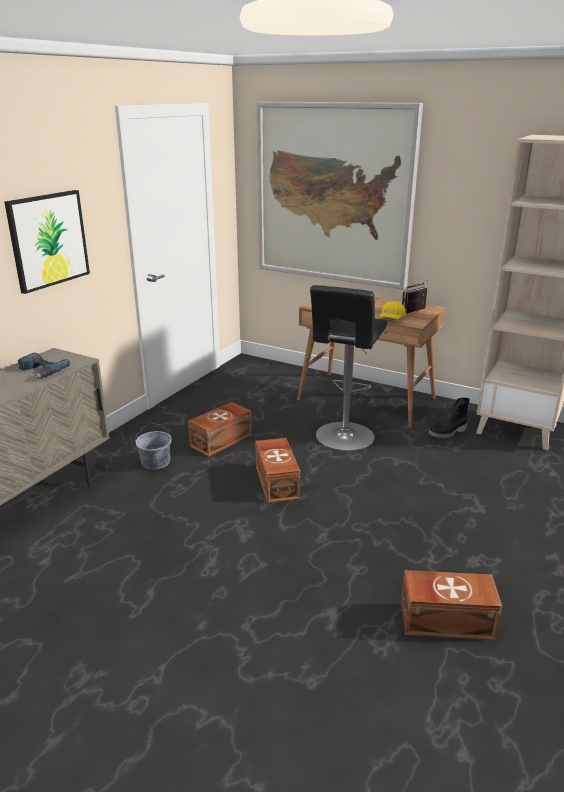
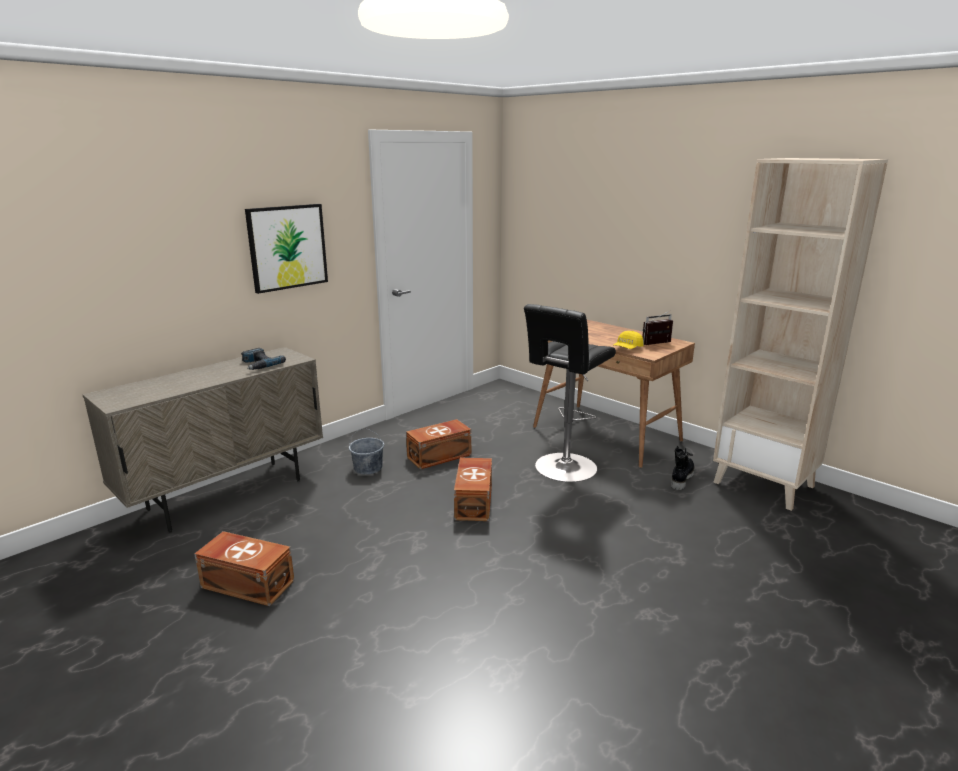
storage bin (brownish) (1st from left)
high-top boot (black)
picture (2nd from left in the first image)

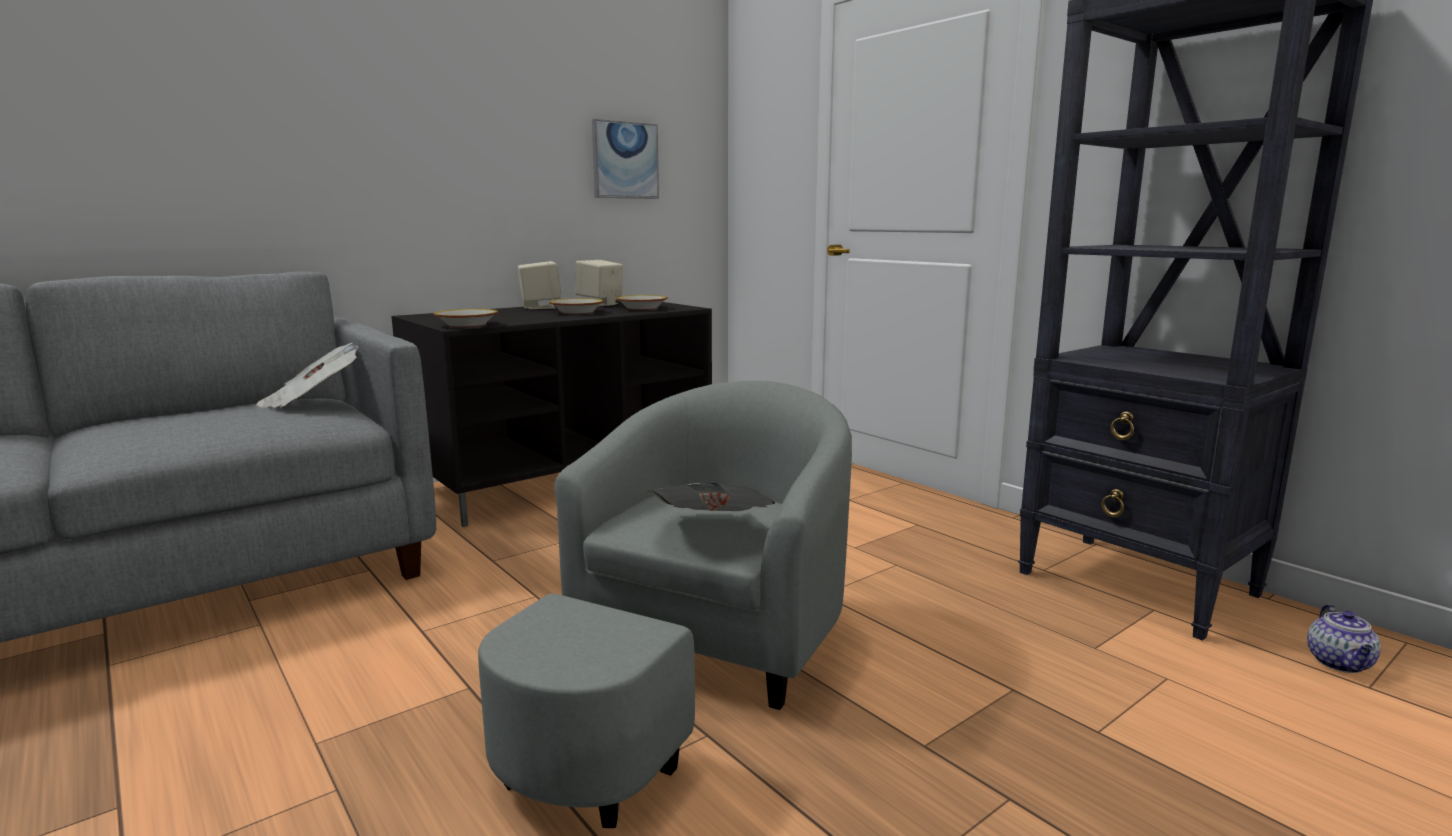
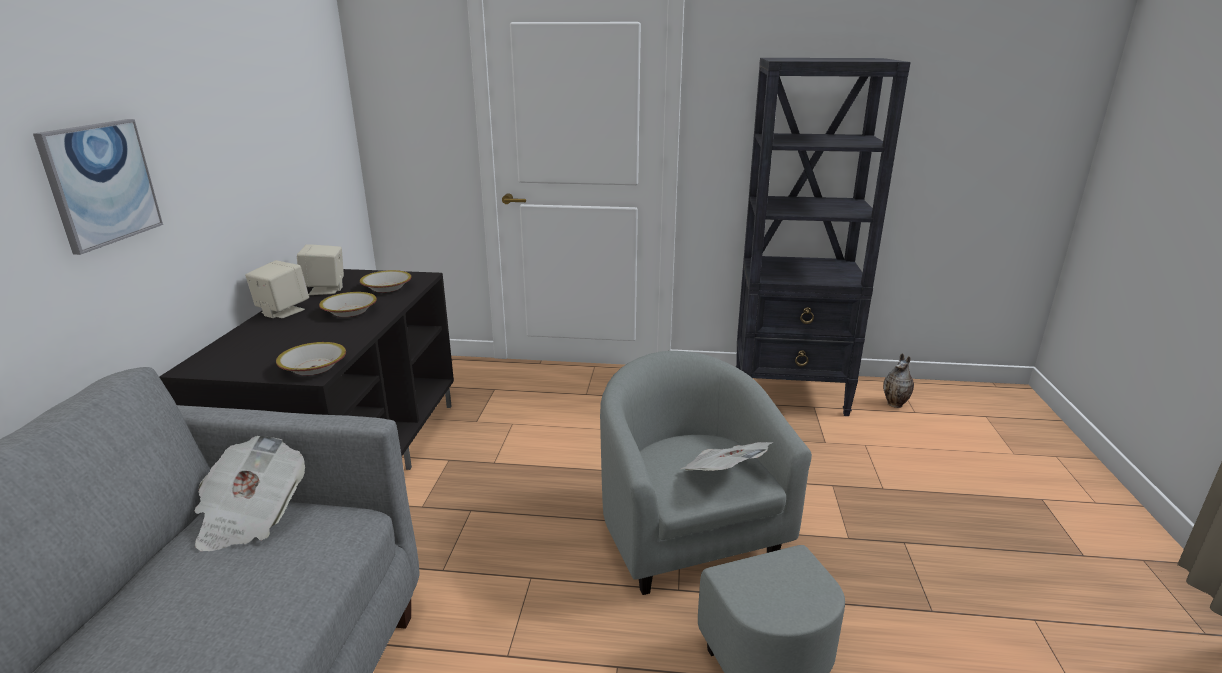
picture
flower vase

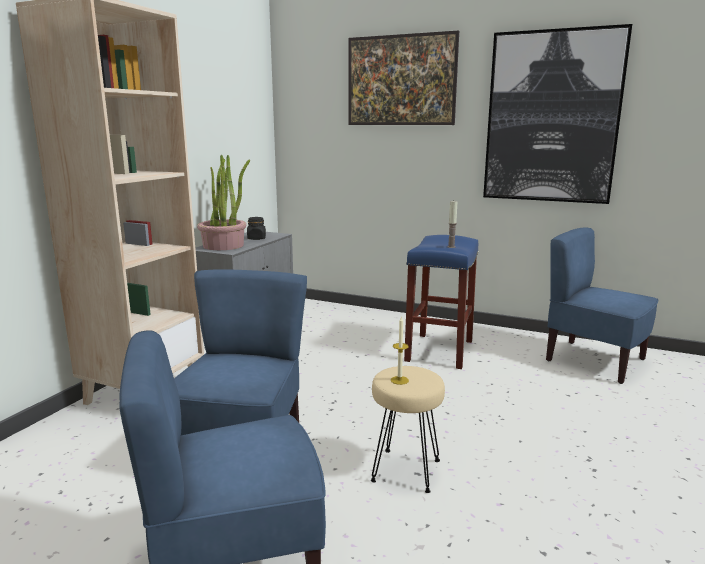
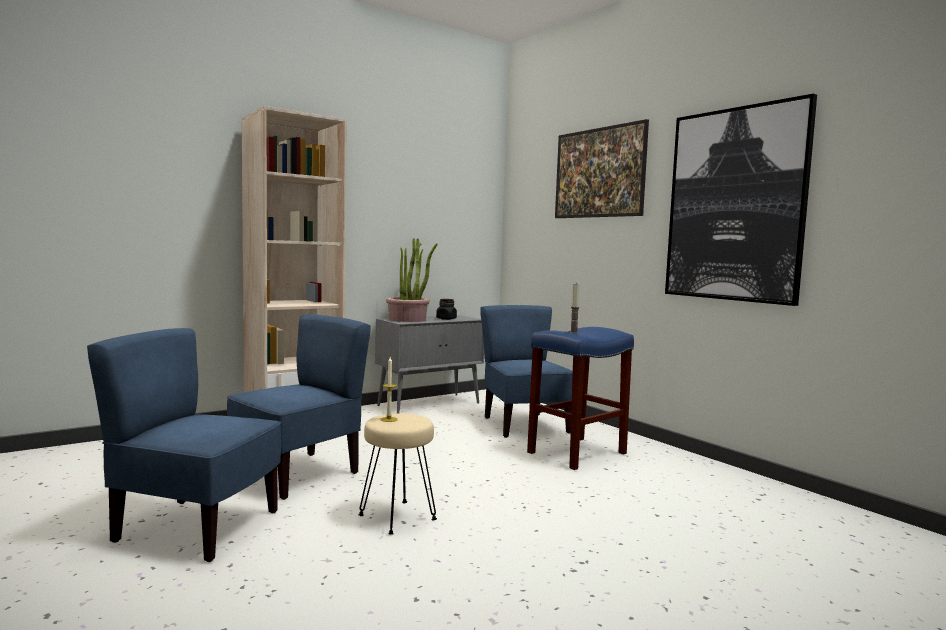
chair (blue) (3rd from left)

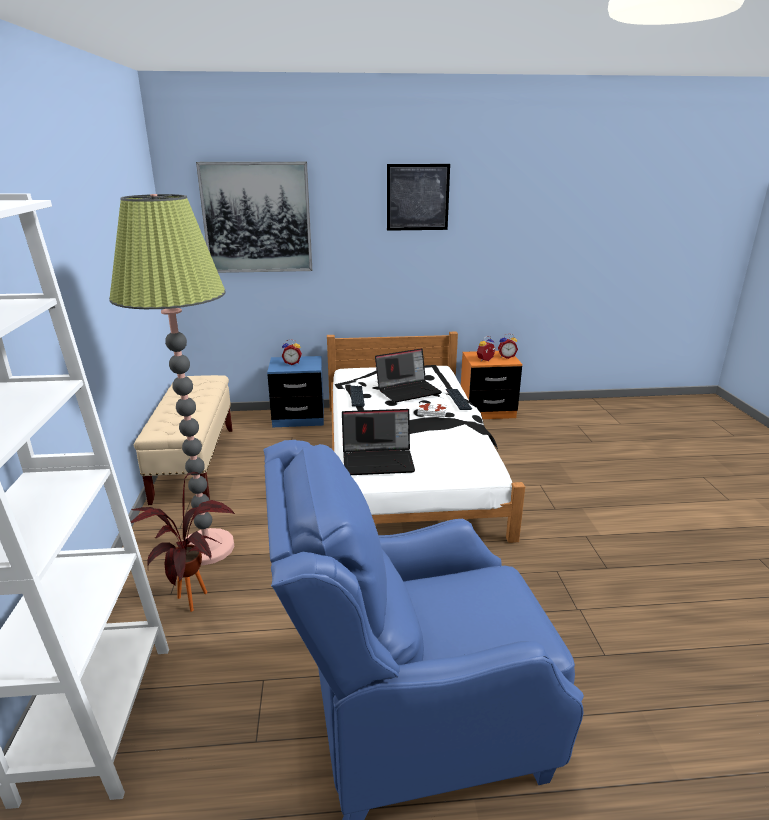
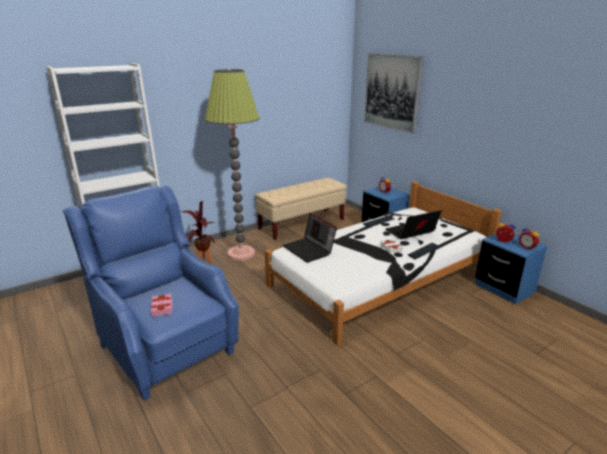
book (pink)
portable computer (2nd from left)
nightstand (blue) (2nd from left)
picture (2nd from left in the first image)

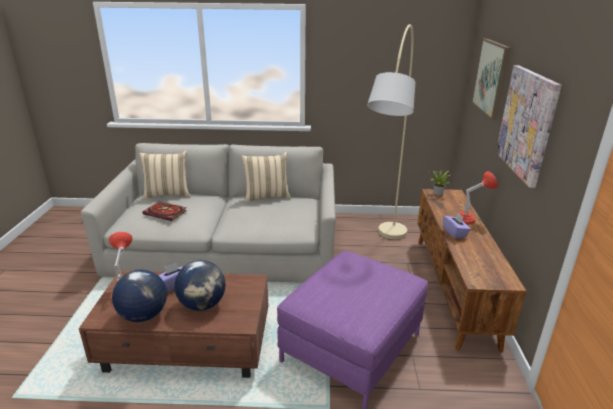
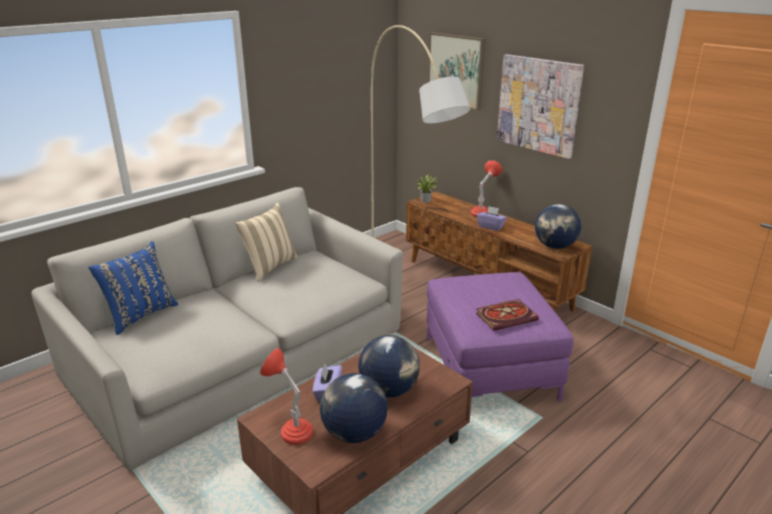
cushion (blue)
book
desk globe (3rd from left)

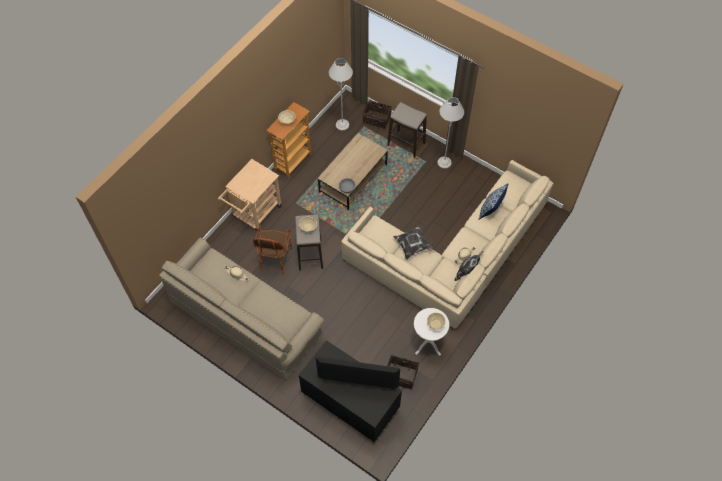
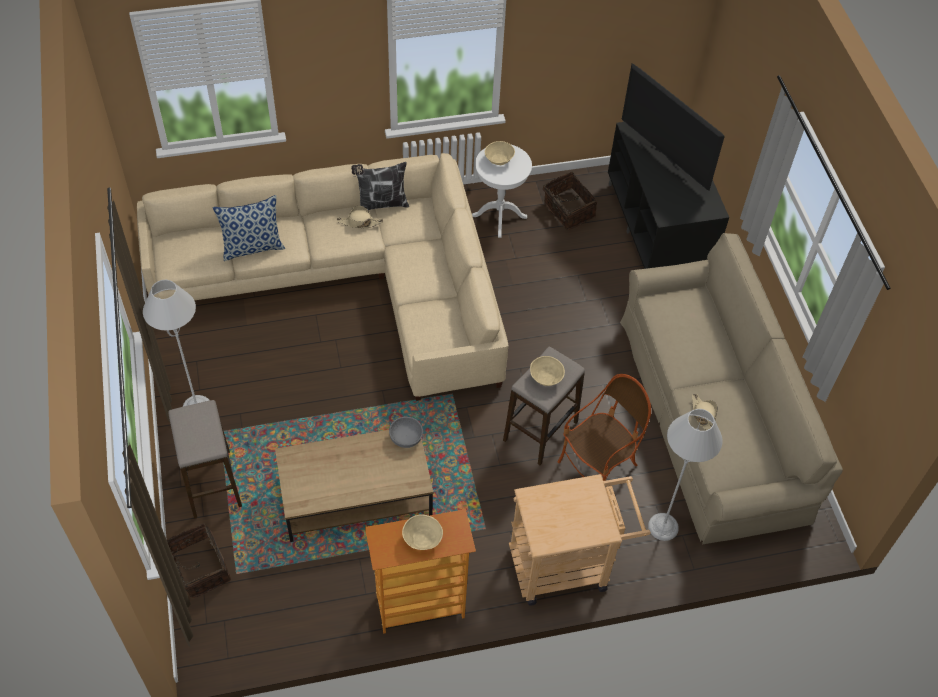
standard lamp (gray) (2nd from left)
cushion (1st from left in the first image)

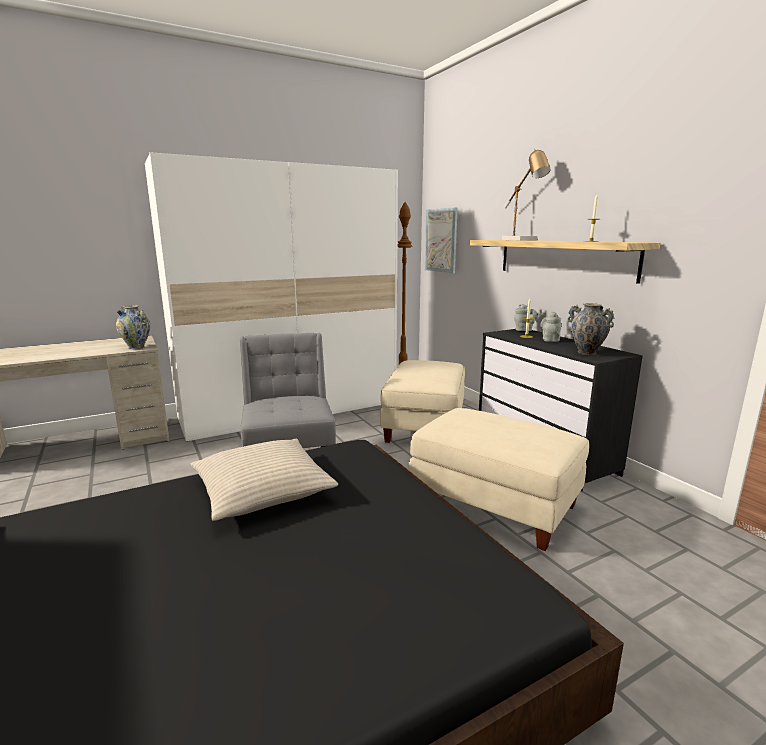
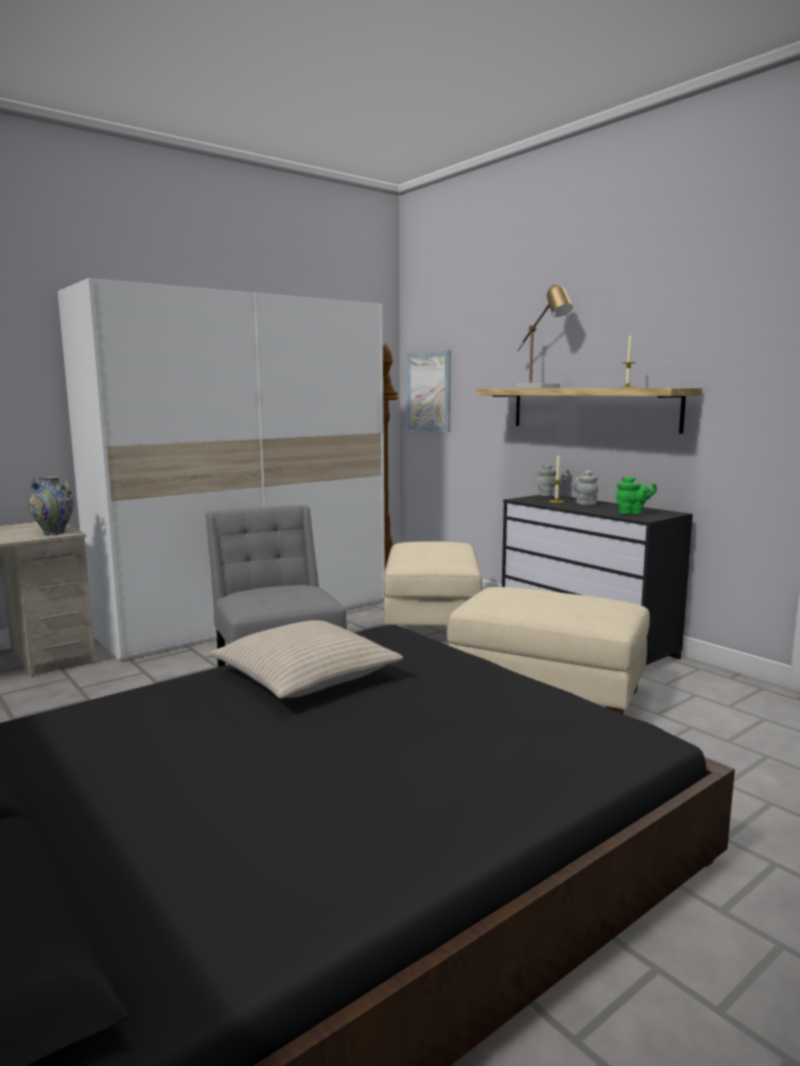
pot for tea (greenish)

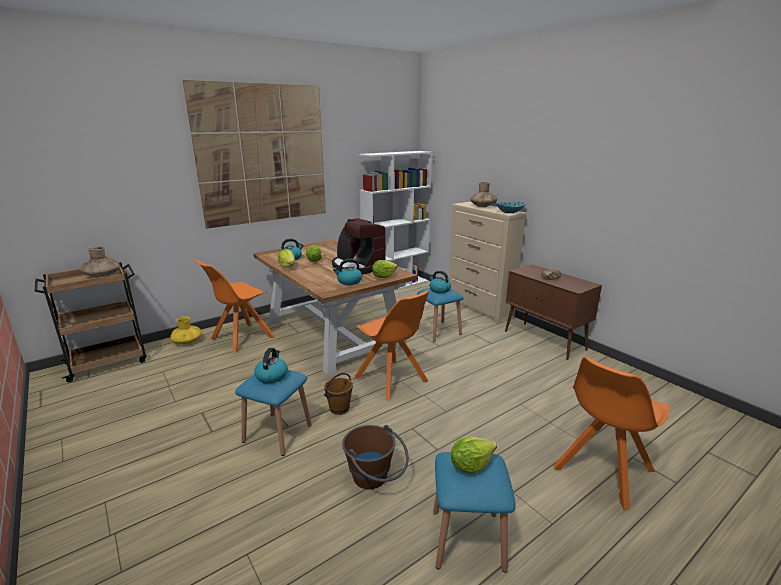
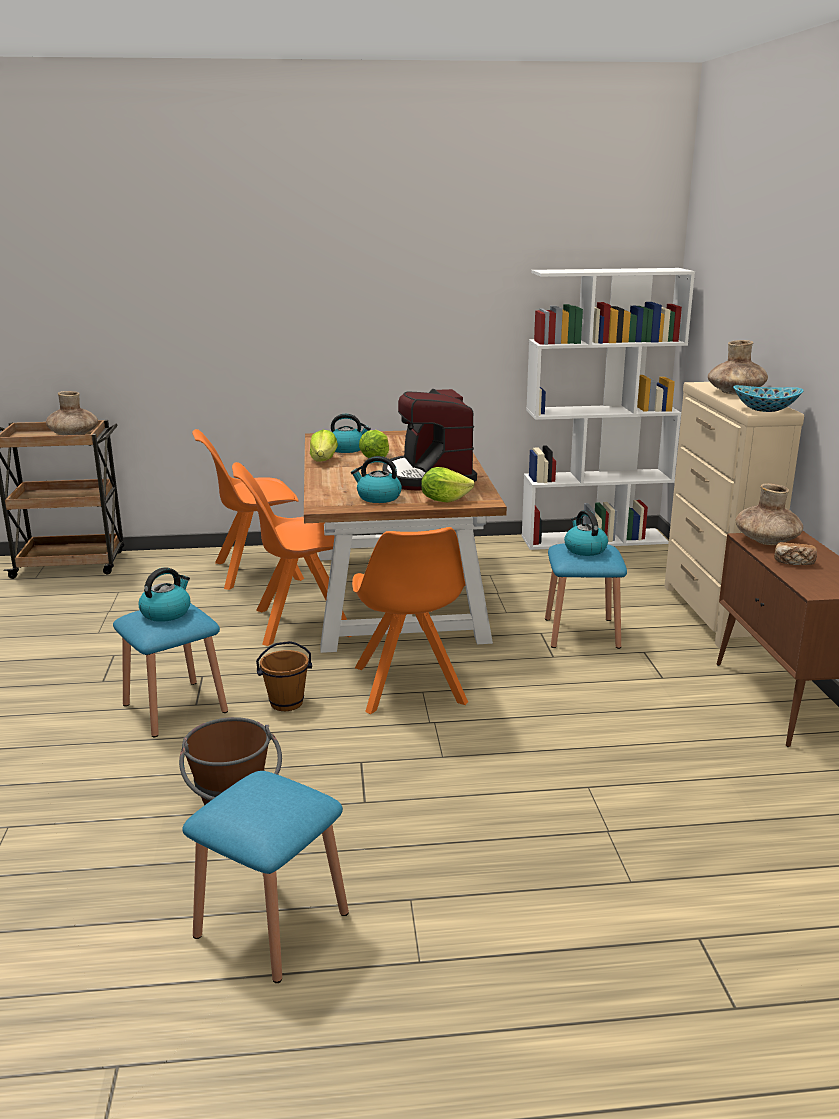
chair (orange-coloured) (2nd from left)
flower vase (brownish) (3rd from left)
flower vase (yellow-coloured)
picture
lettuce head (4th from left in the first image)

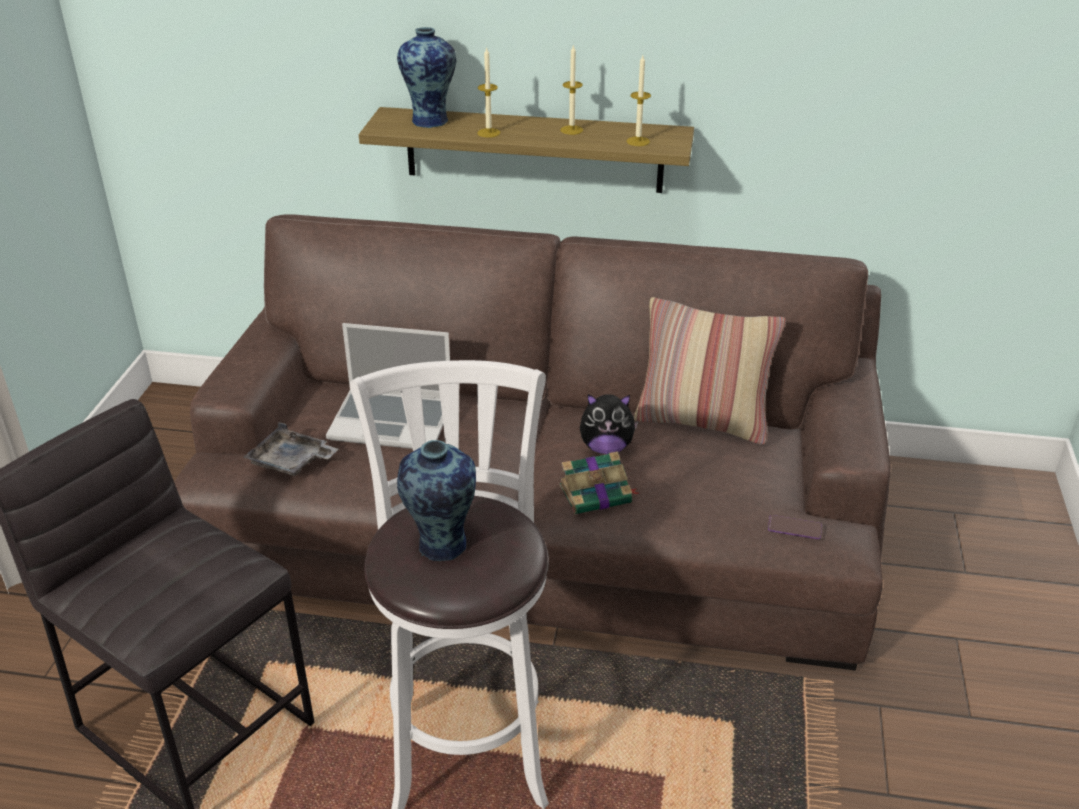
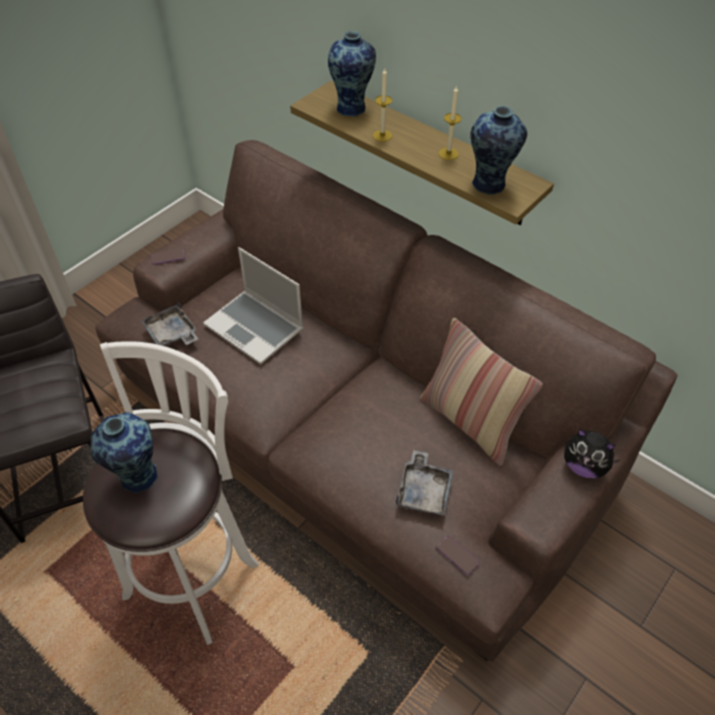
telephone (1st from left)
tray (gray) (2nd from left)
flower vase (3rd from left)
soft toy
book

